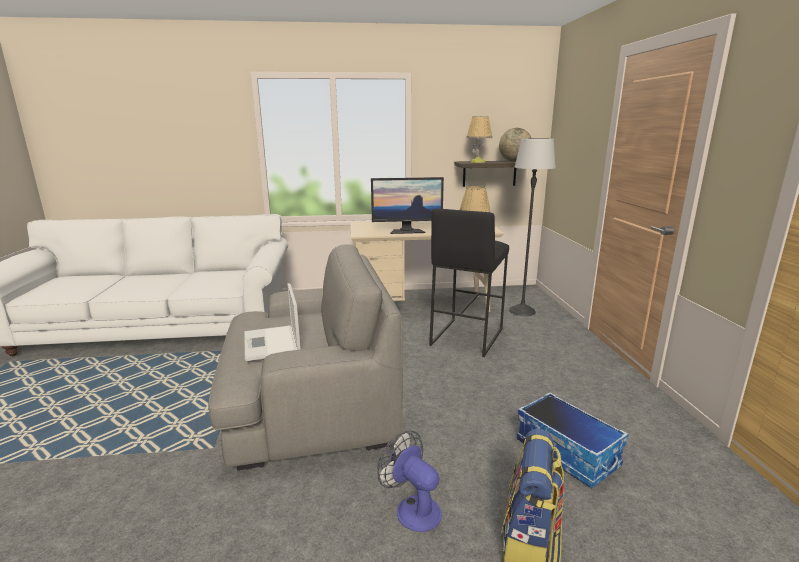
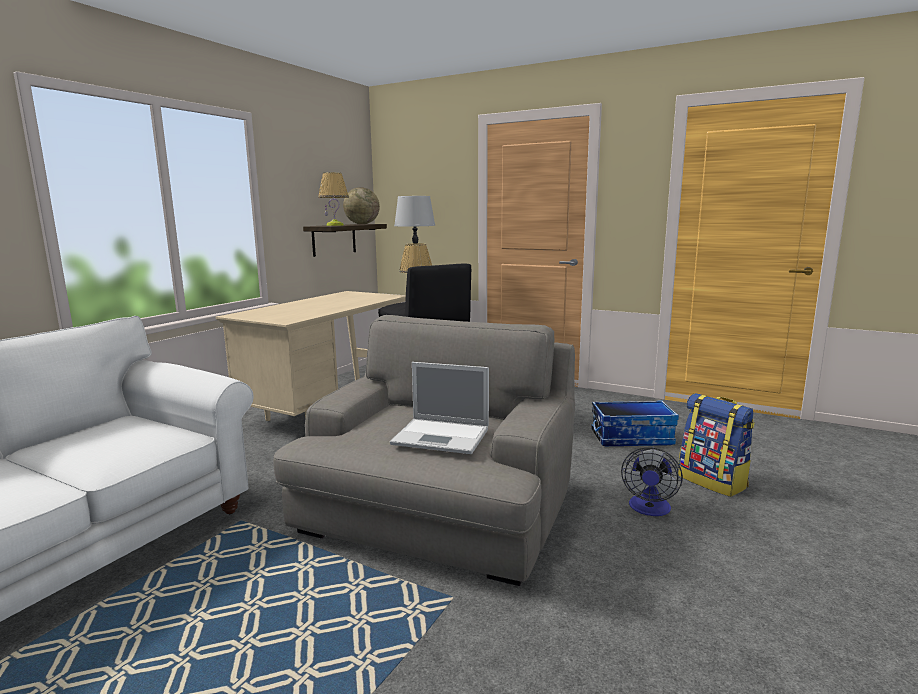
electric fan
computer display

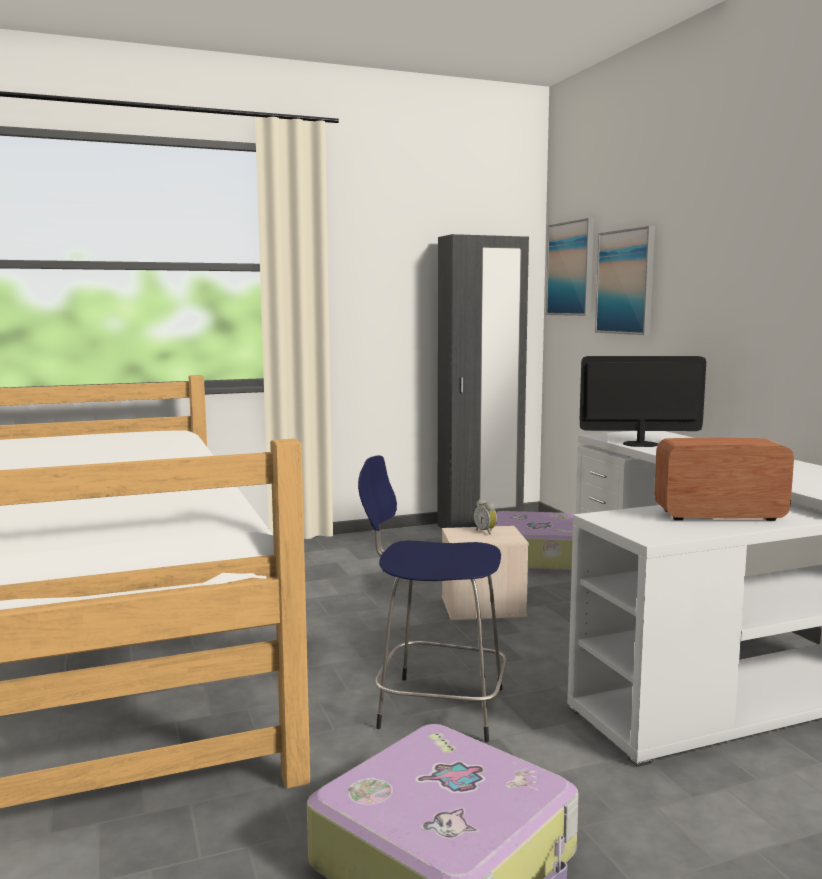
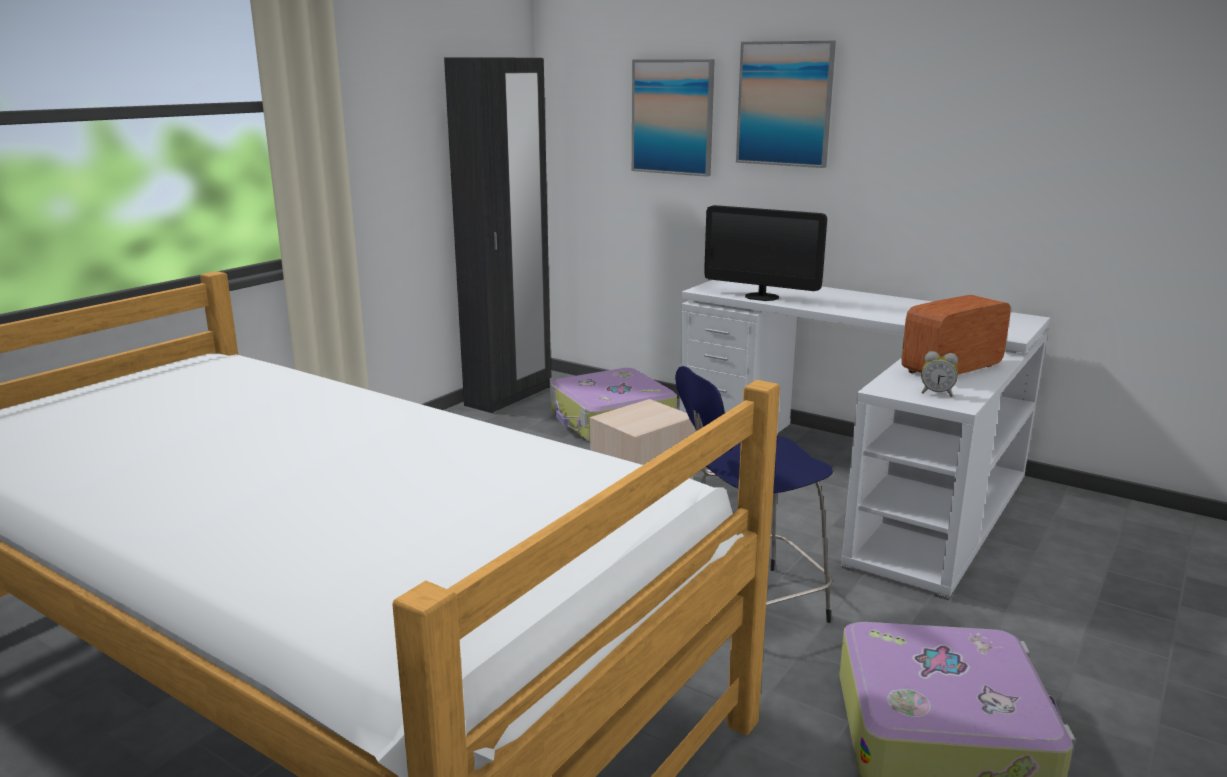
computer display
picture (2nd from left)
table clock

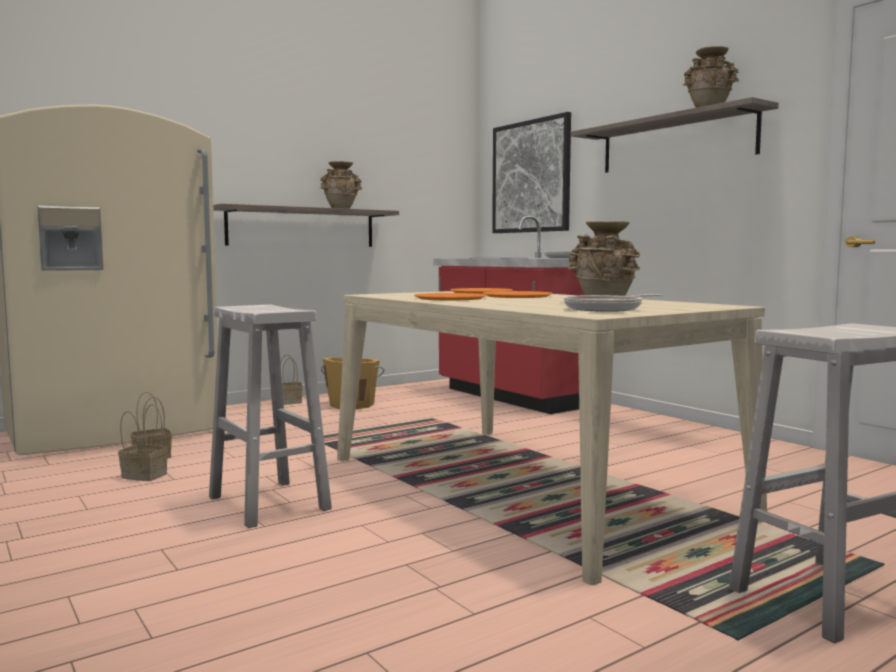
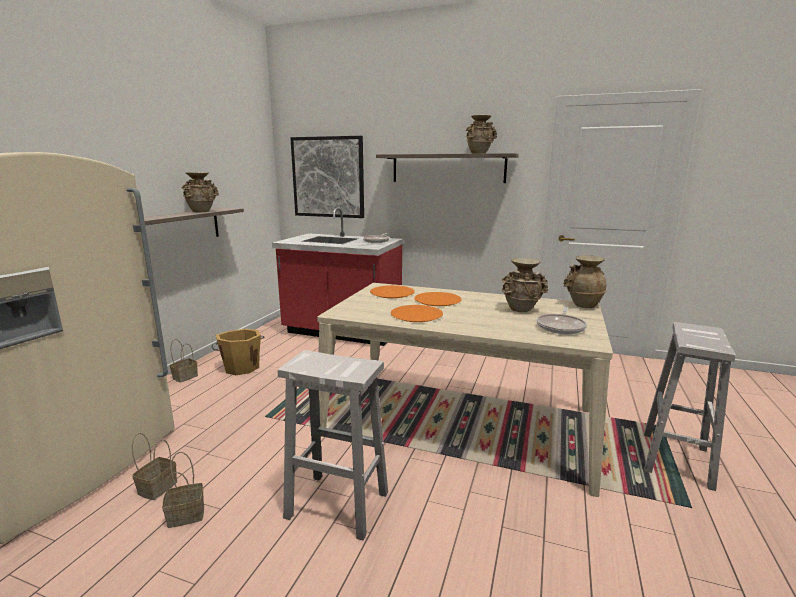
flower vase (beige-coloured) (4th from left)

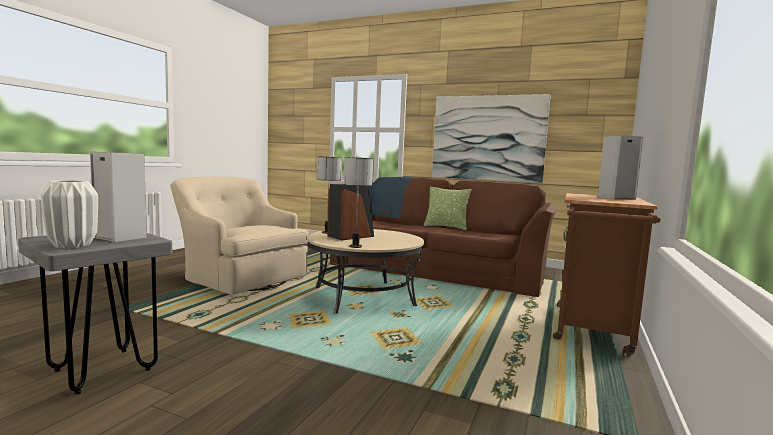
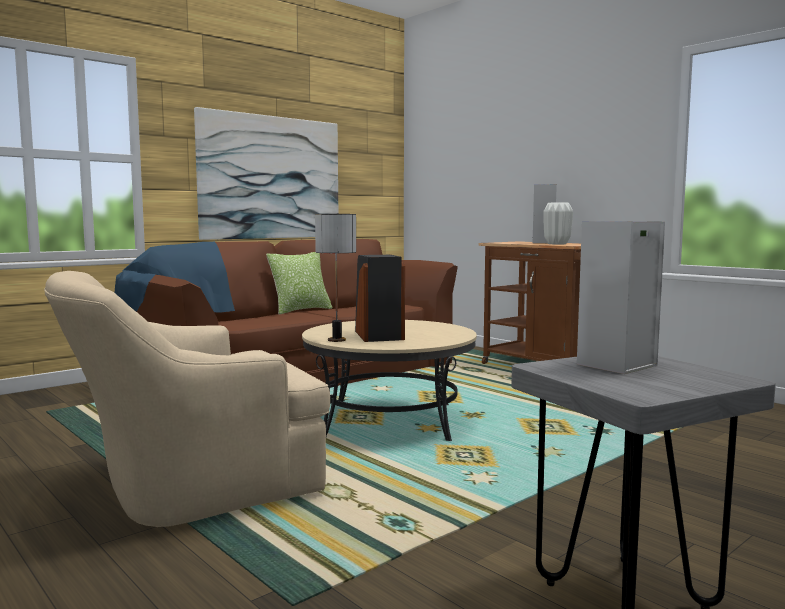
flower vase (whitish)
table lamp (2nd from left in the first image)

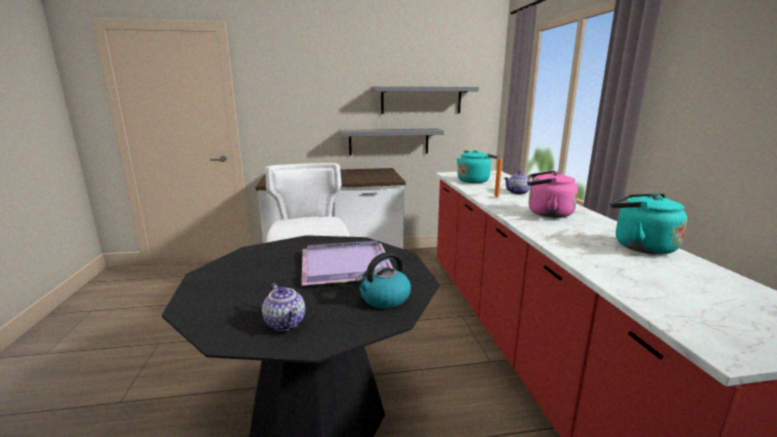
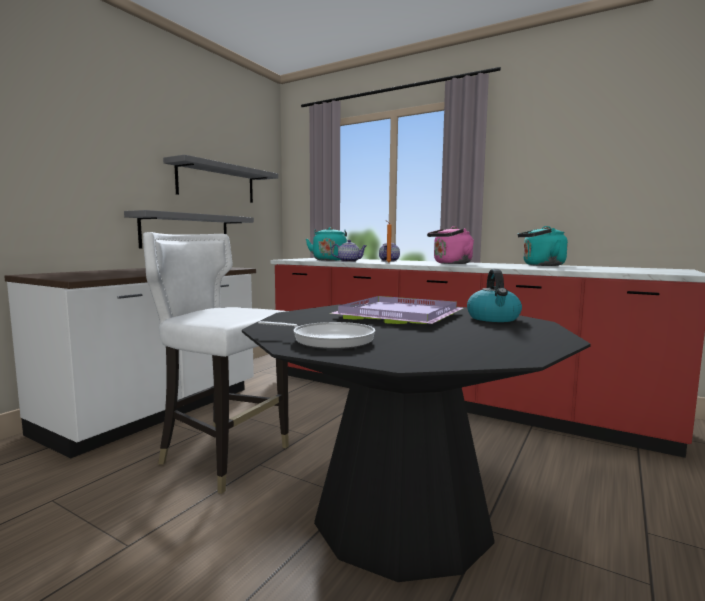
pan
pot for tea (1st from left)

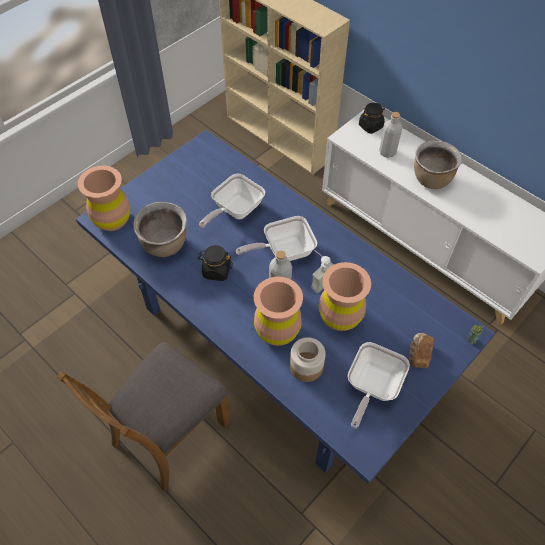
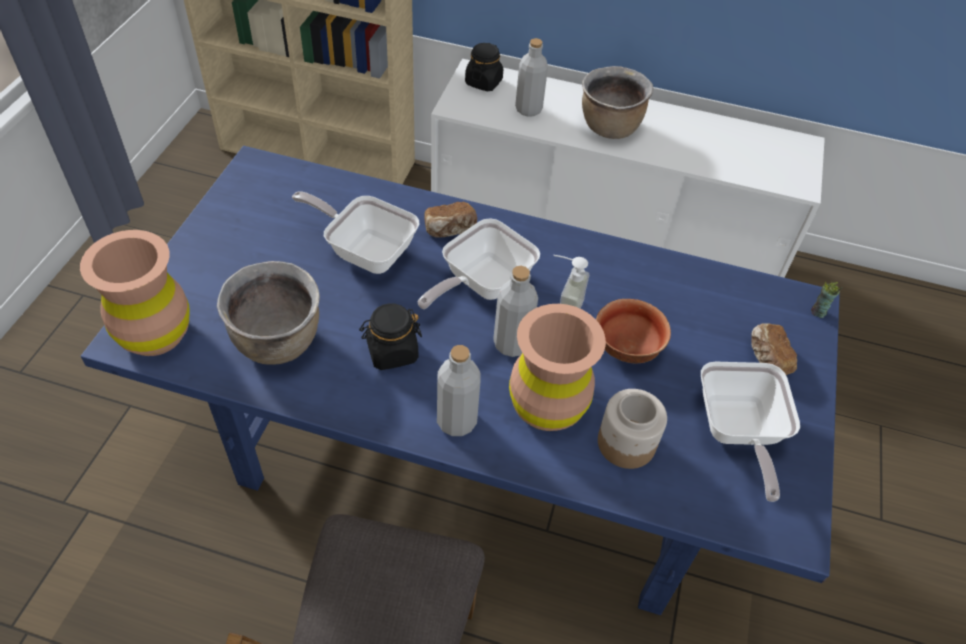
pan (1st from left)
bakery bread (1st from left)
drink bottle (gray) (1st from left)
deep dish

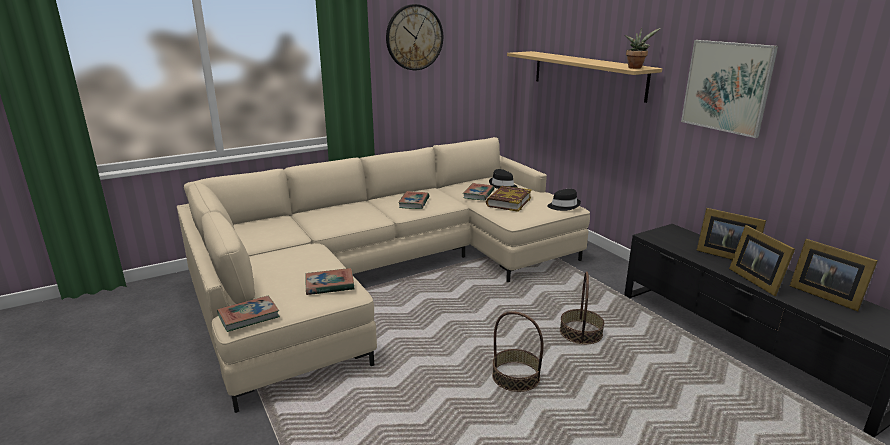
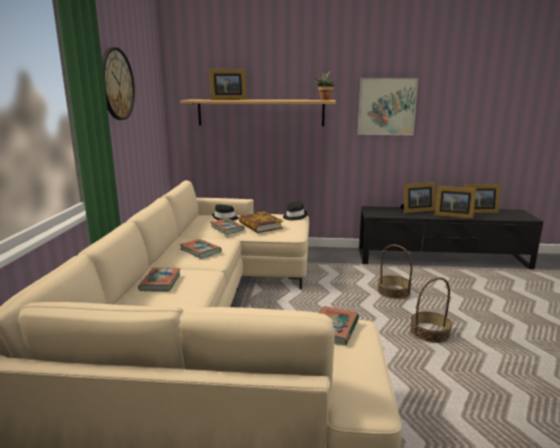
book (1st from left)
picture frame (1st from left)

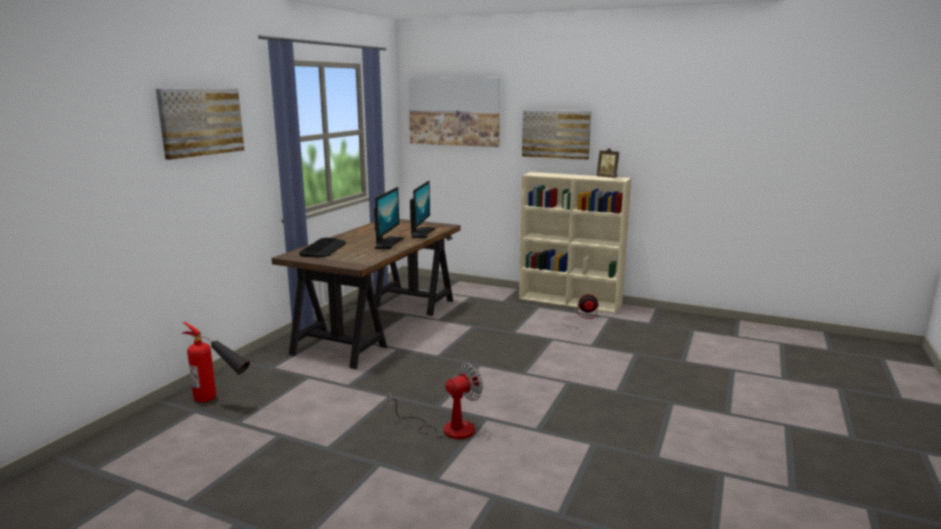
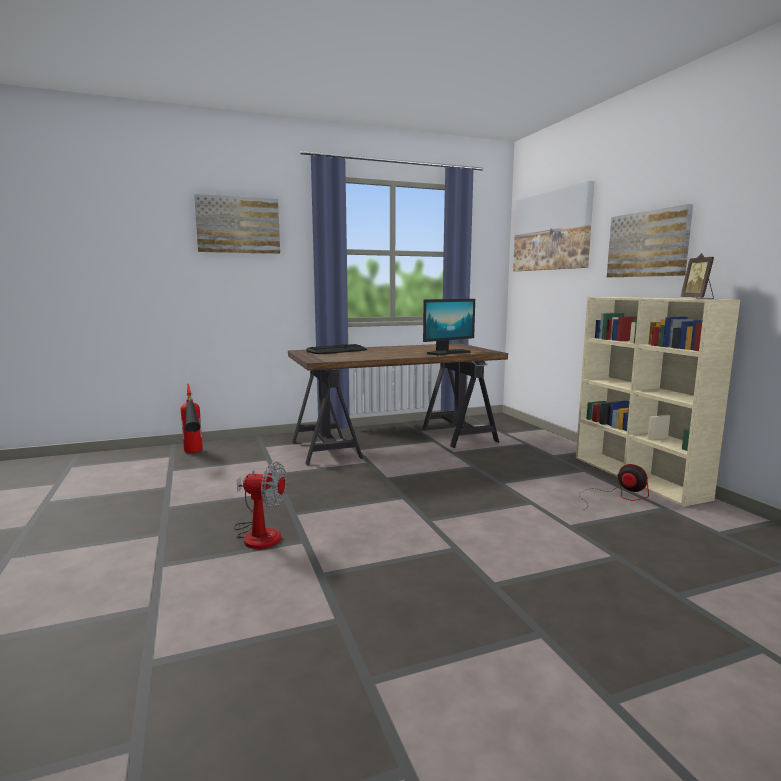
computer display (1st from left in the first image)

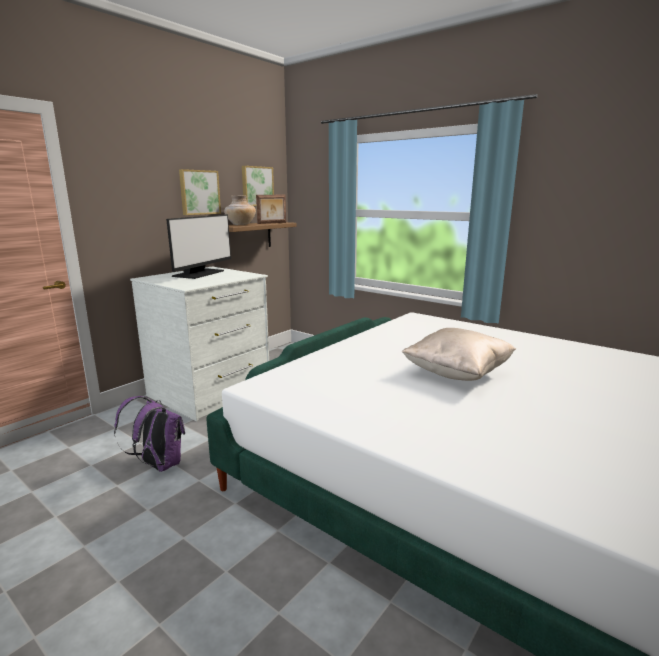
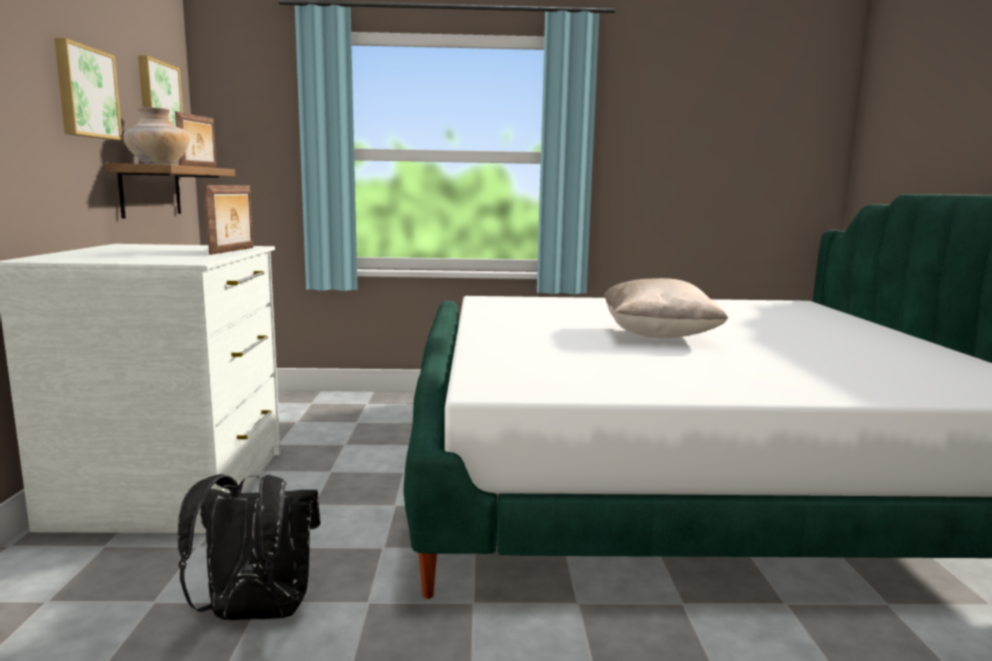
backpack (black)
picture frame (2nd from left)
computer display

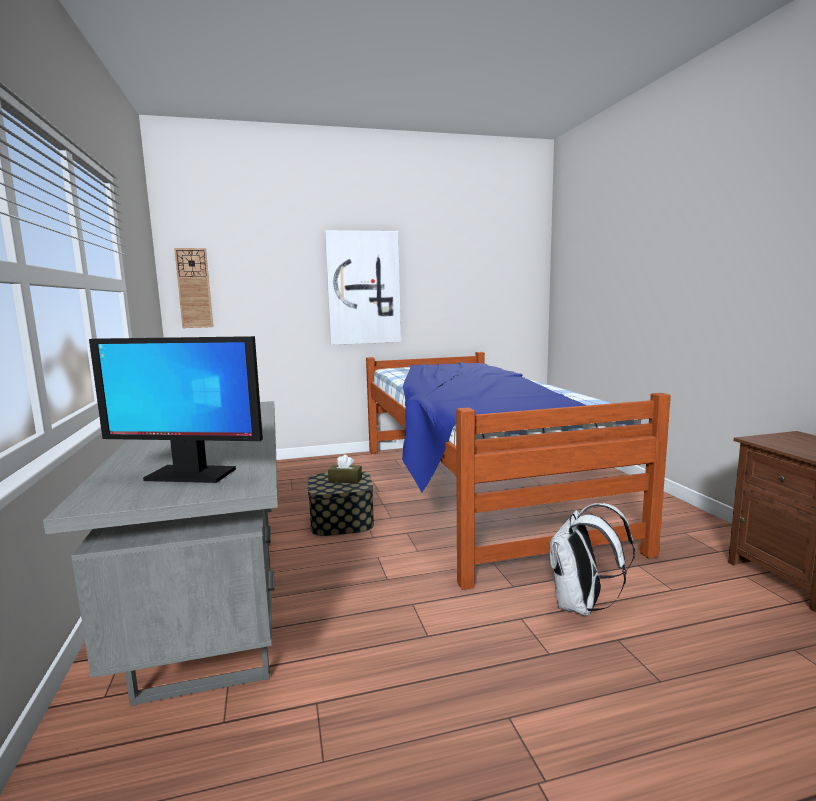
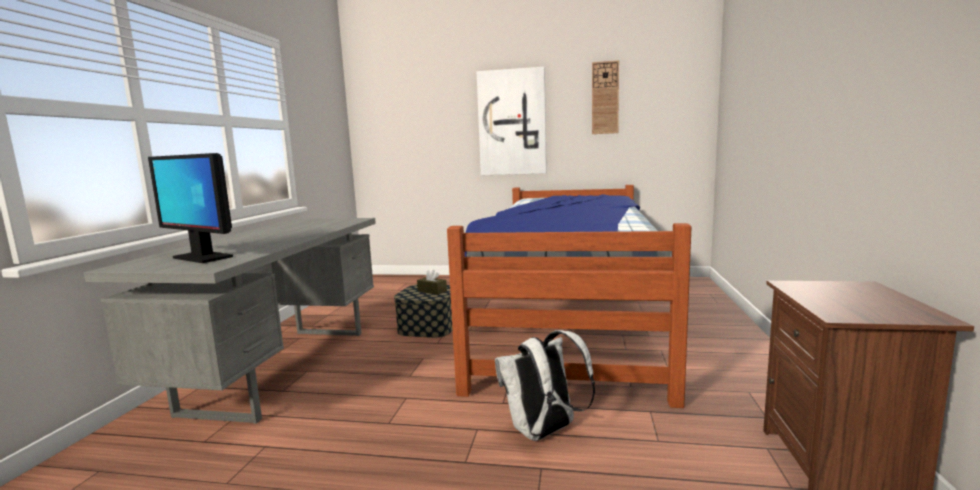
clock on the wall

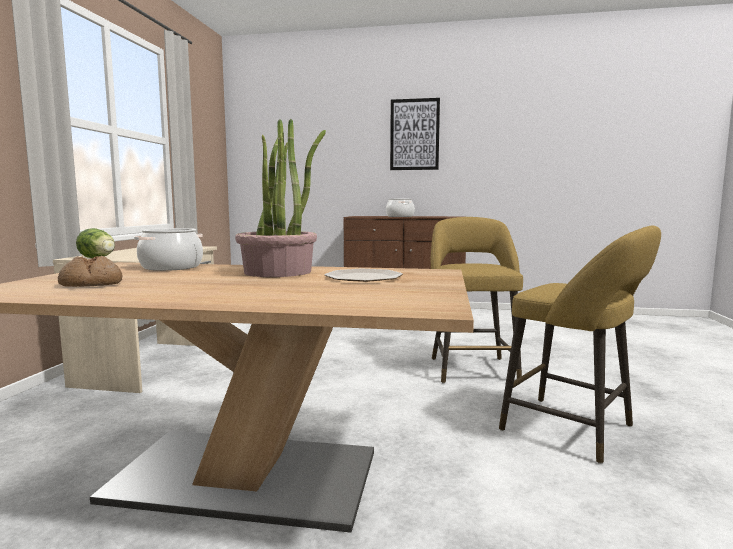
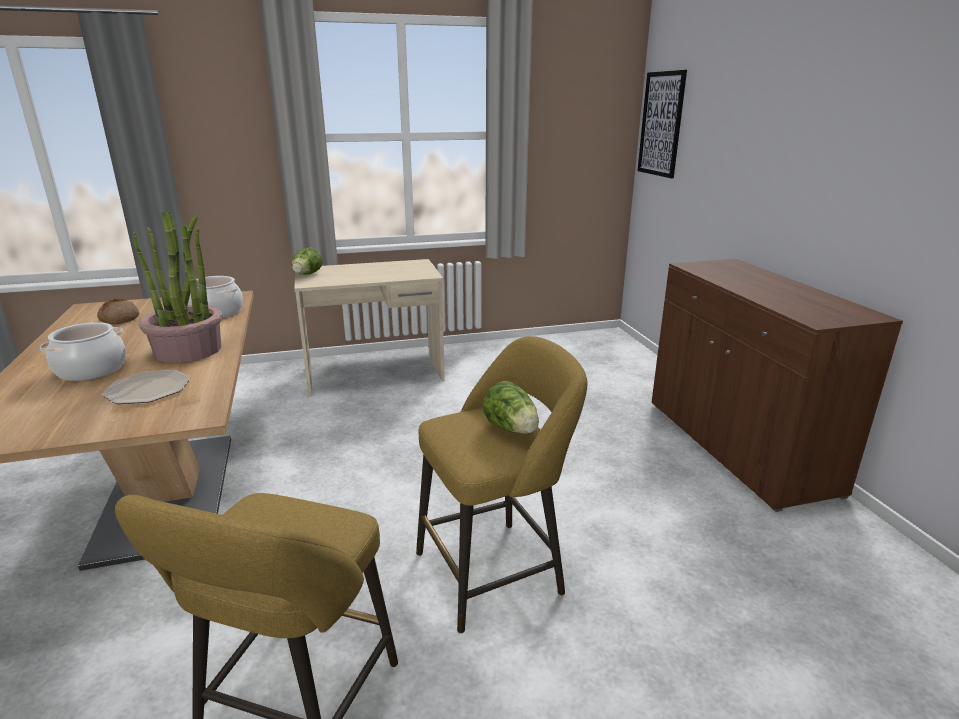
stockpot (1st from left)
lettuce head (2nd from left)
picture

